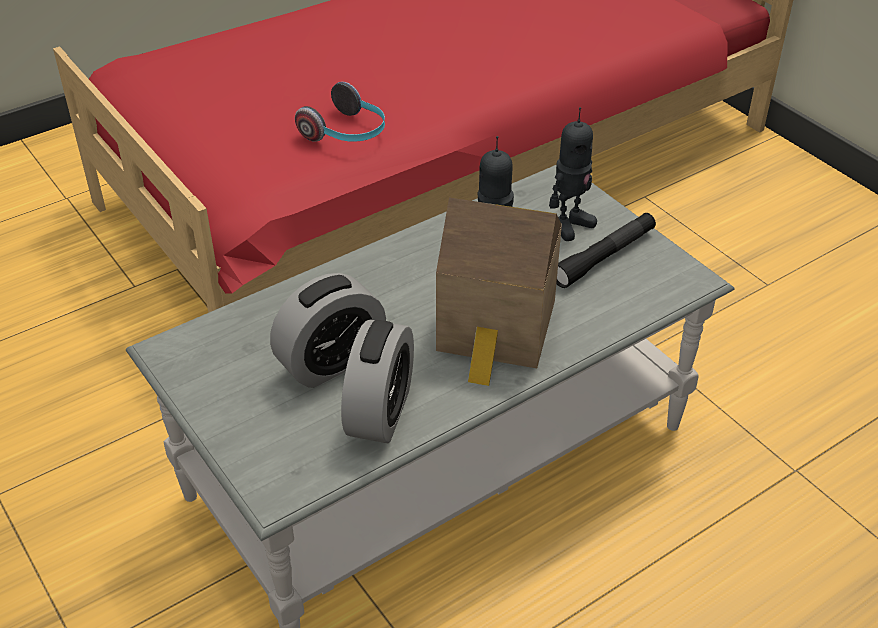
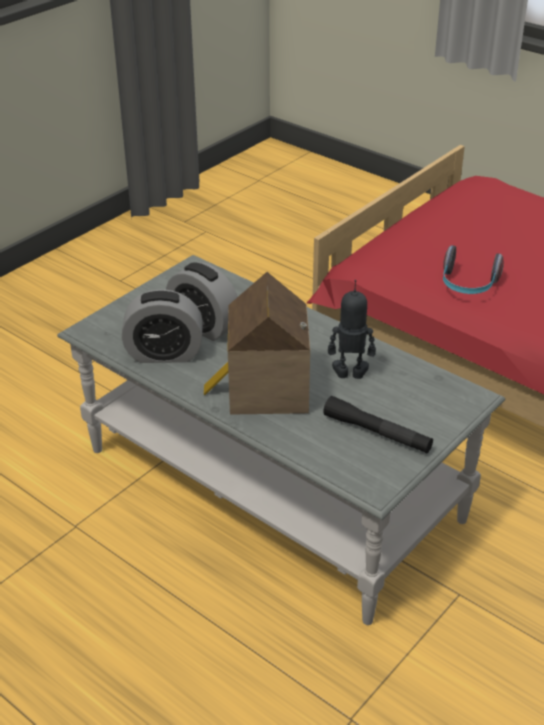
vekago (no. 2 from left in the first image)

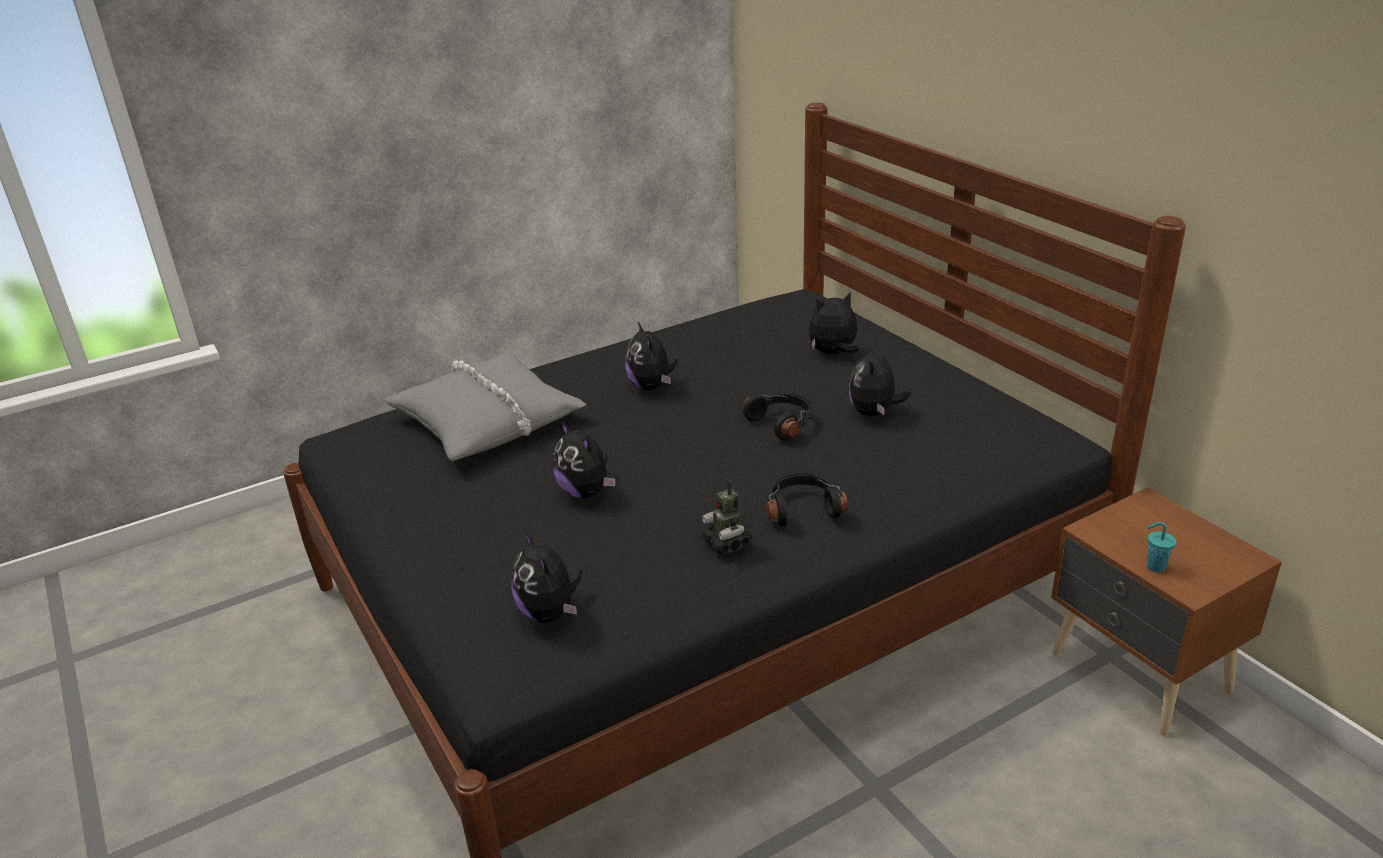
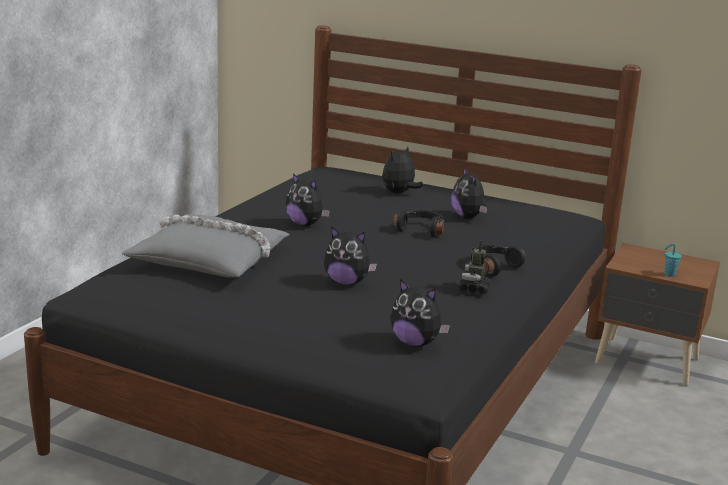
vekago

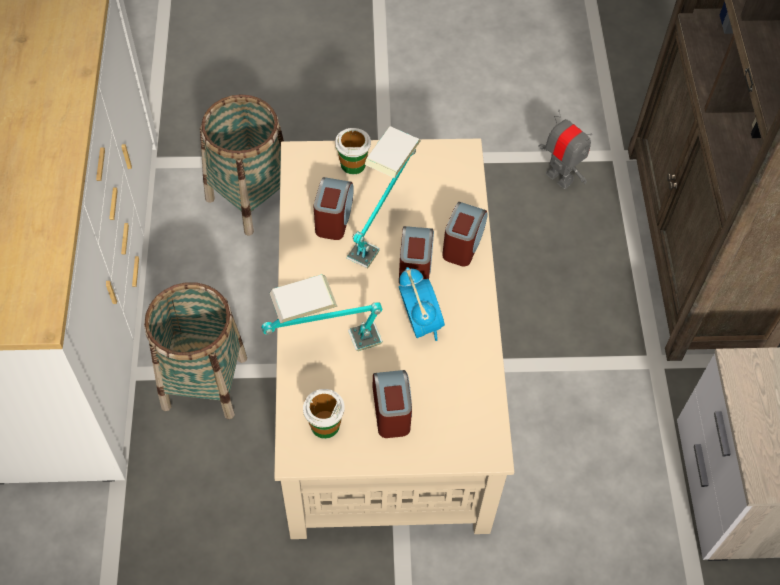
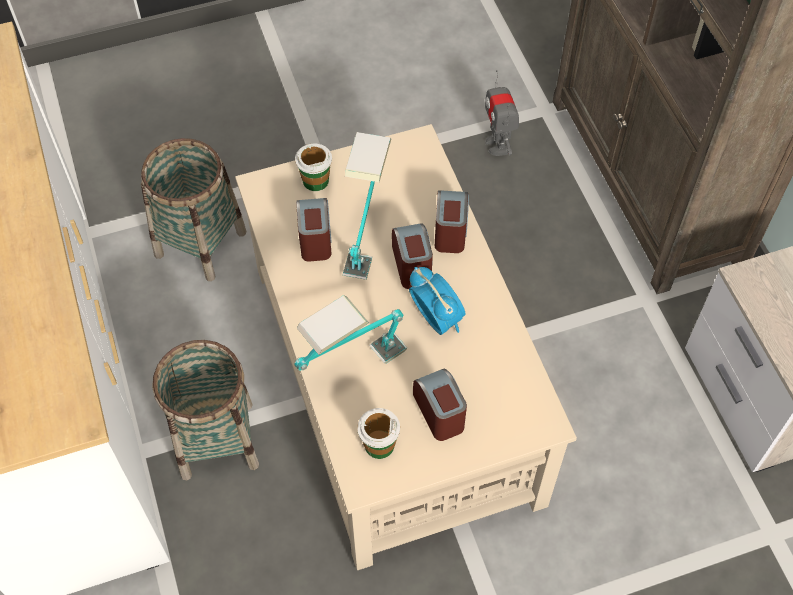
vekago

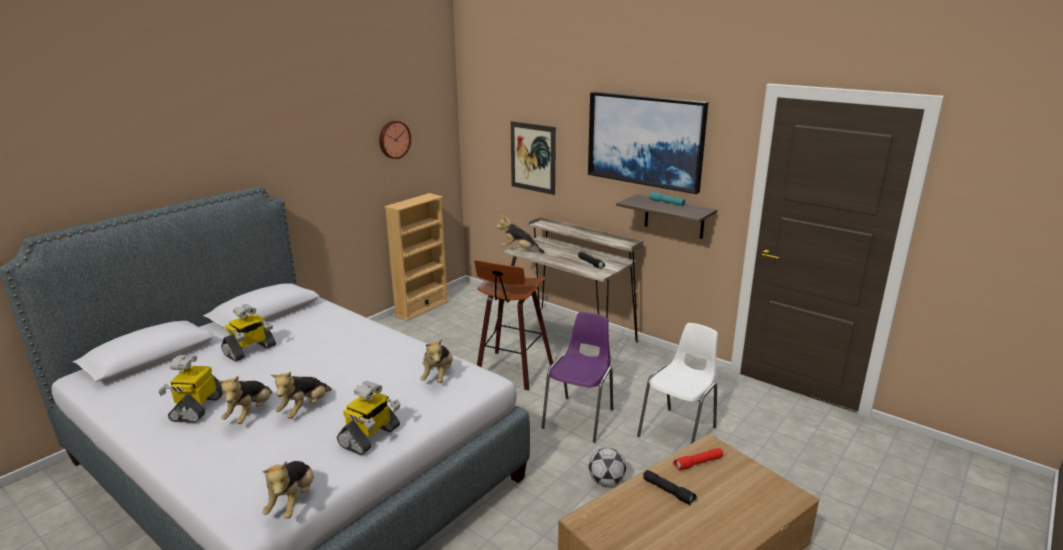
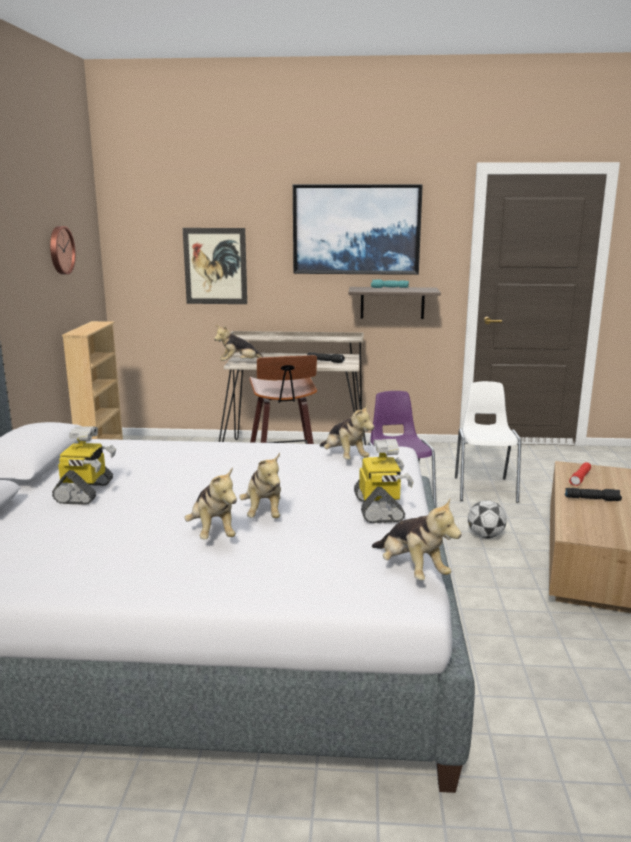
vekago (no. 1 from left in the first image)

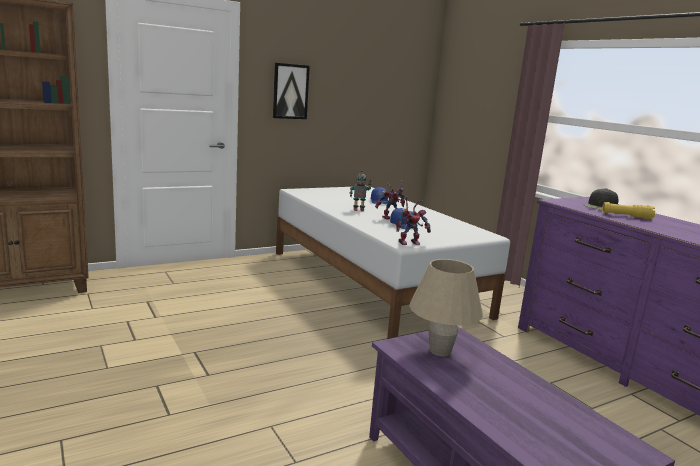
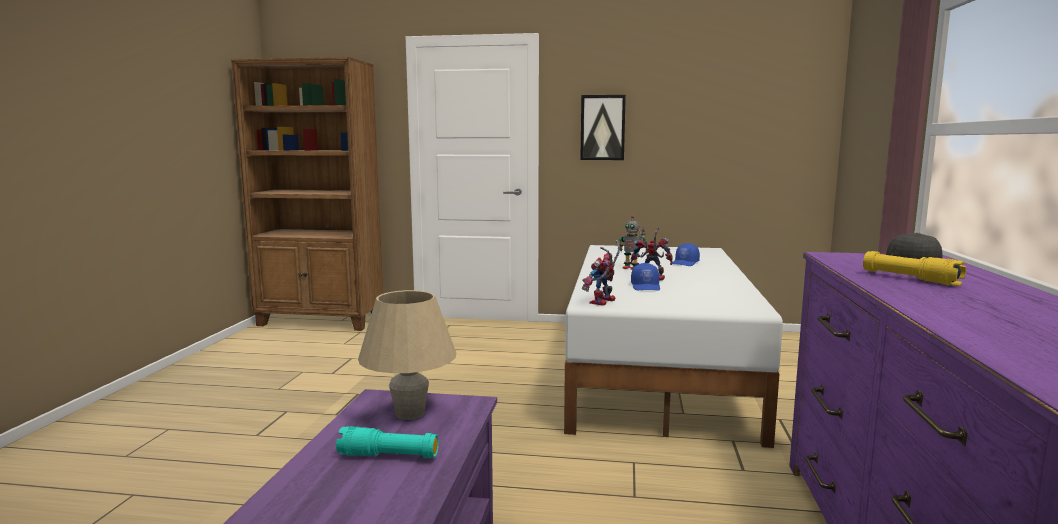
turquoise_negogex; vekago (no. 1 from left)

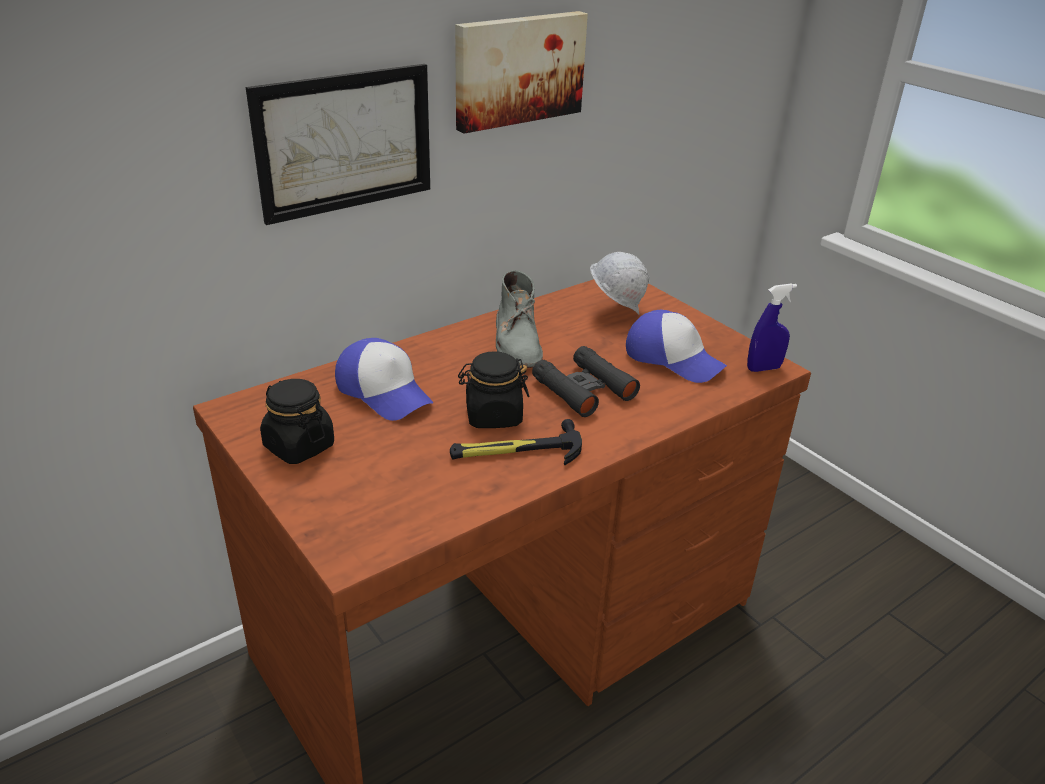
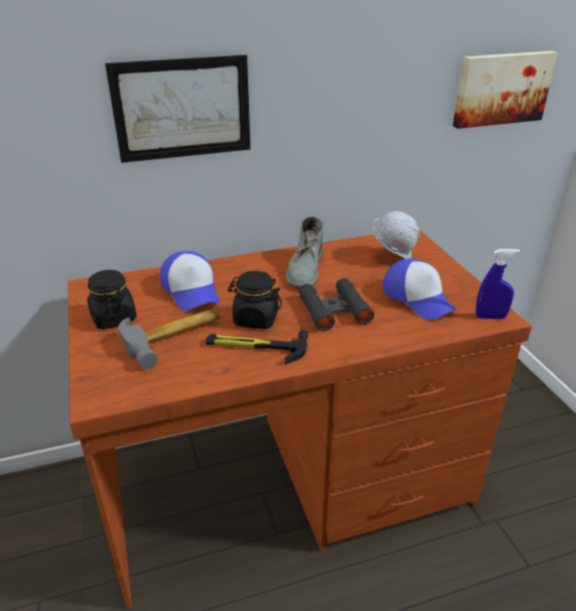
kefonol (no. 1 from left); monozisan (no. 2 from left)

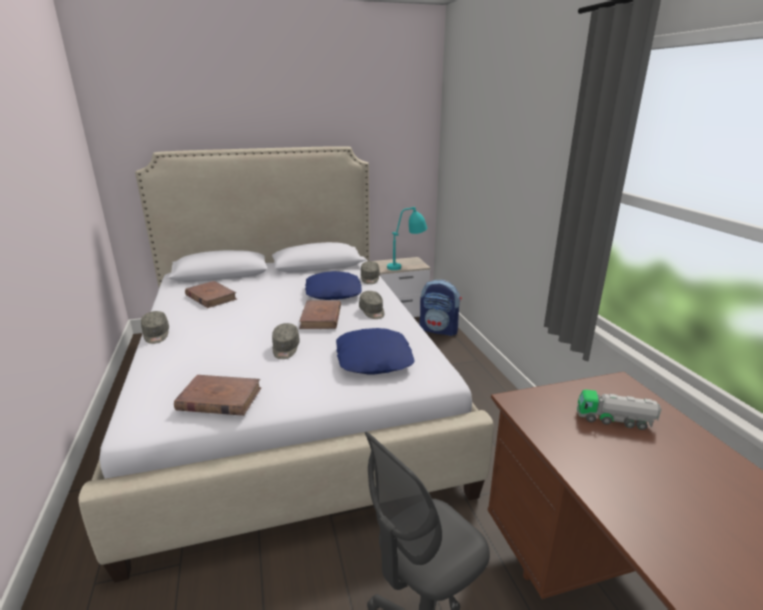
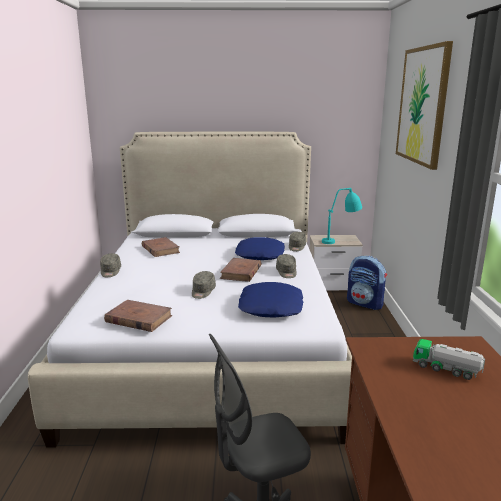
monozisan

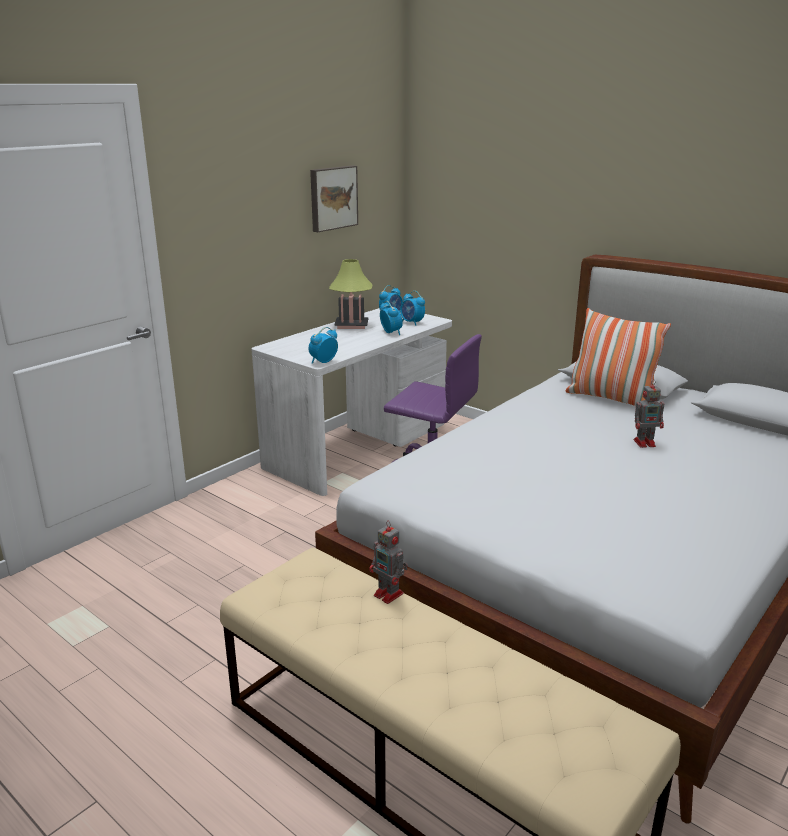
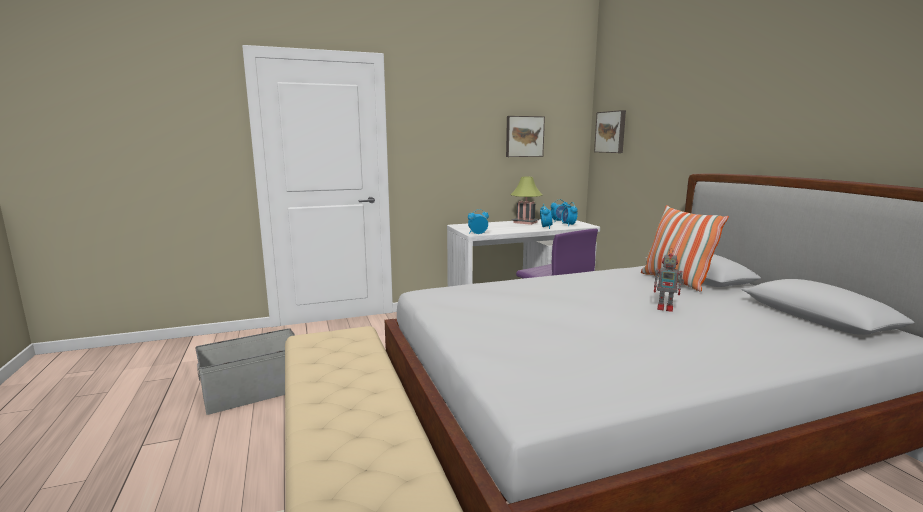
vekago (no. 1 from left in the first image); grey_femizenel; monozisan (no. 2 from left)

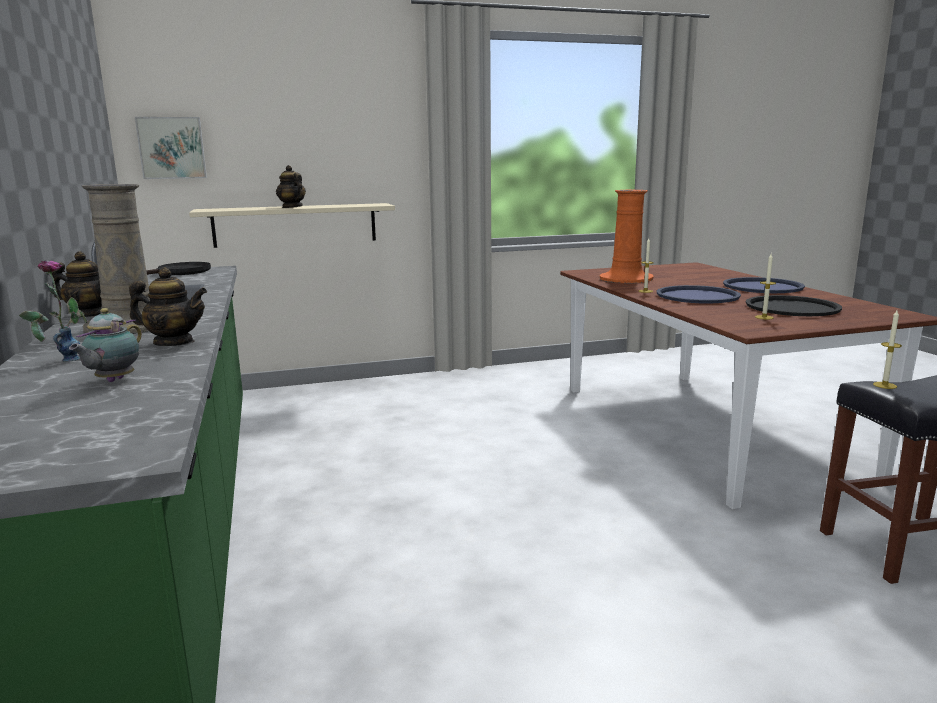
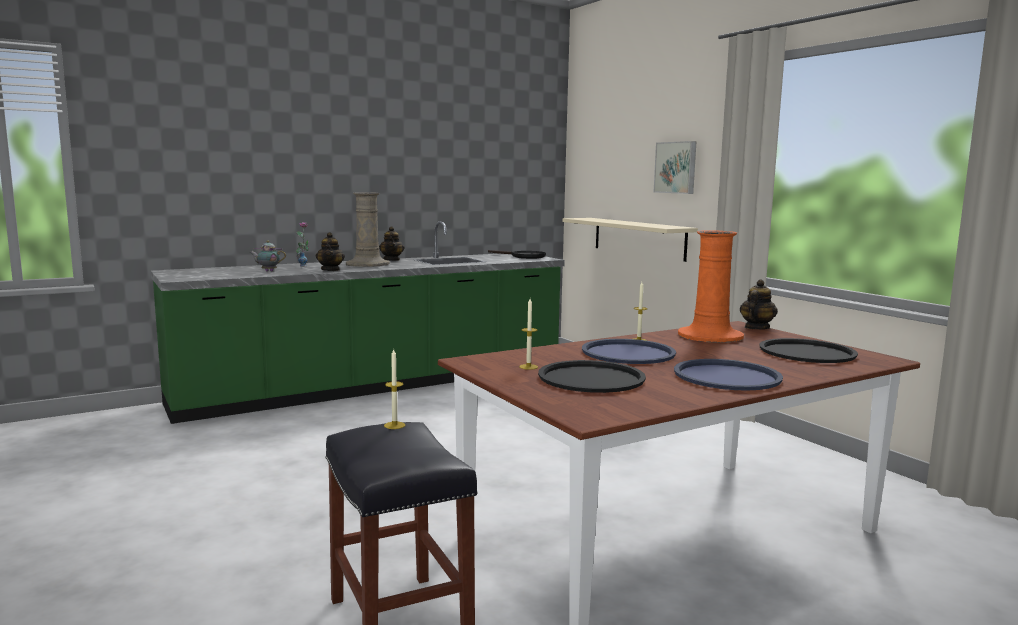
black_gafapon (no. 2 from left); monozisan; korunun (no. 4 from left)

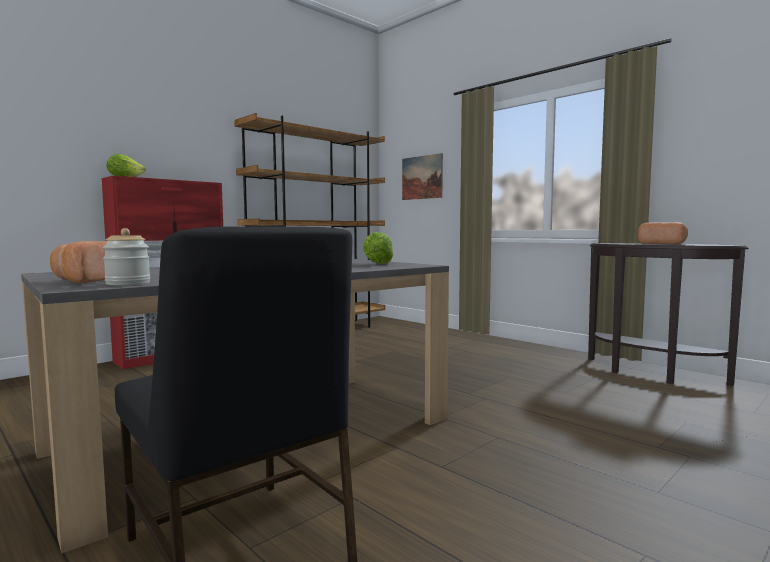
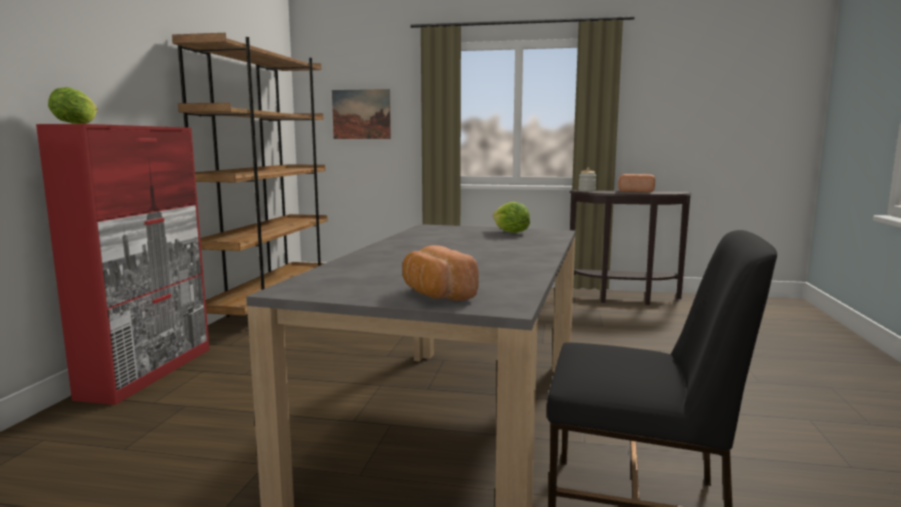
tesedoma

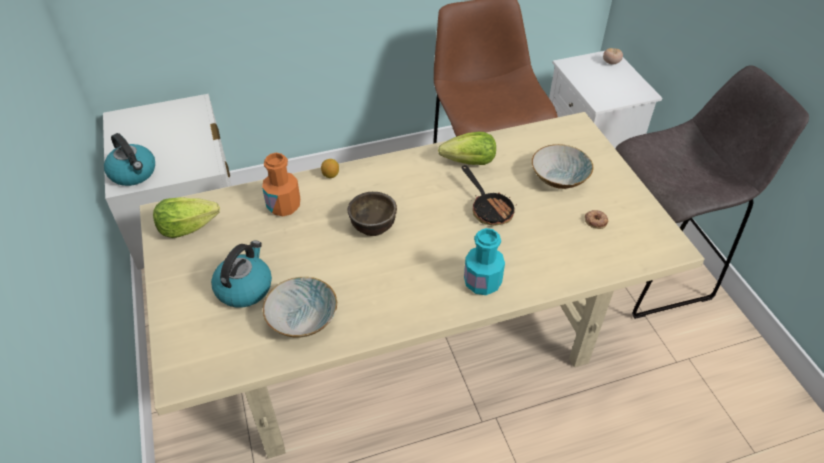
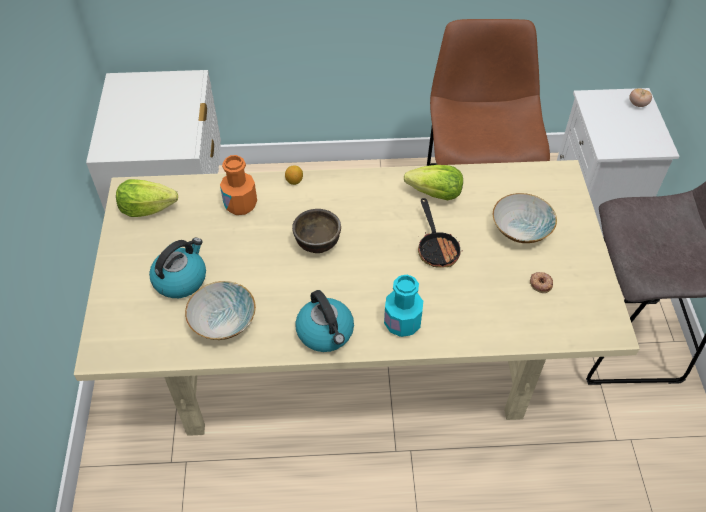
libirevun (no. 2 from left)

